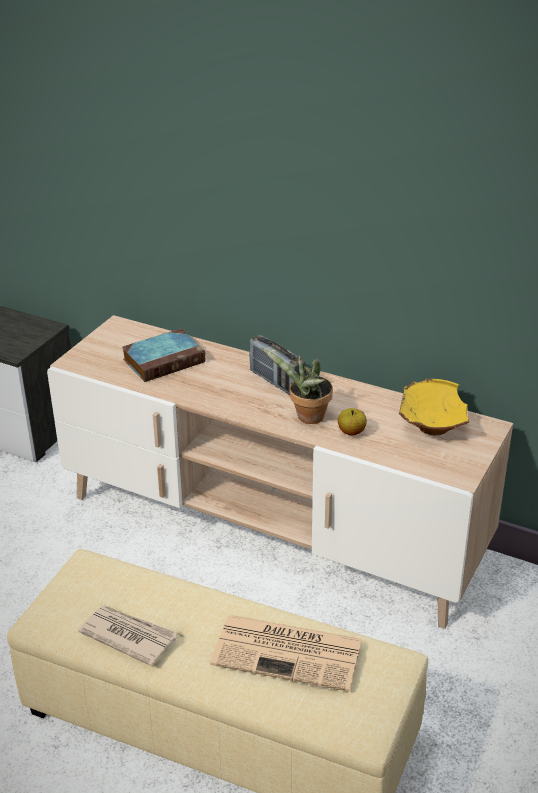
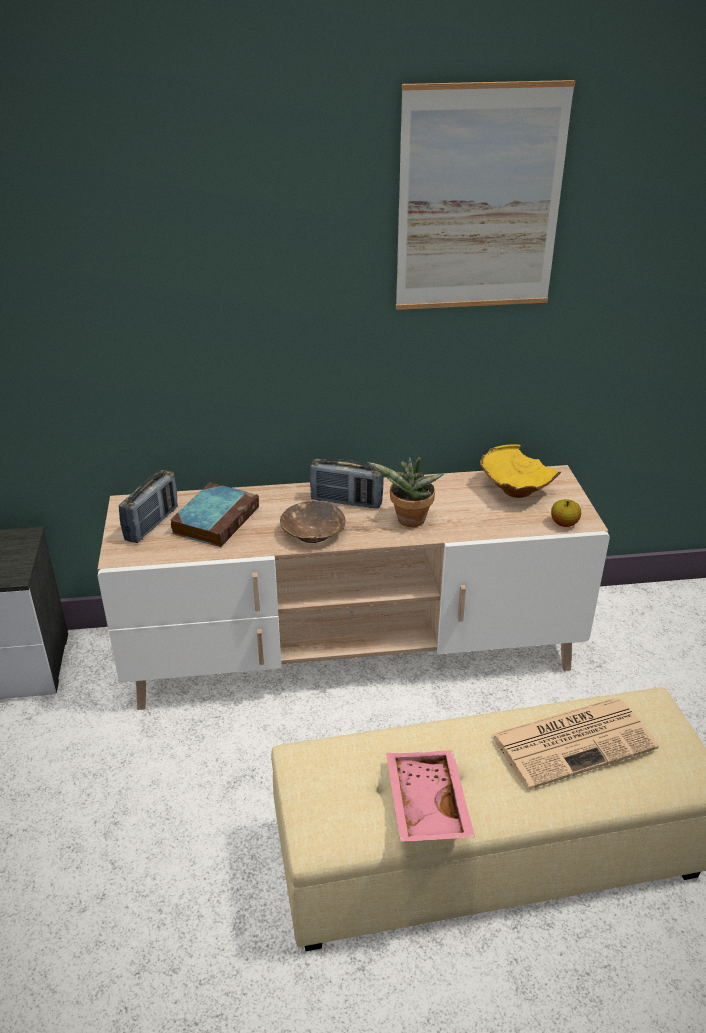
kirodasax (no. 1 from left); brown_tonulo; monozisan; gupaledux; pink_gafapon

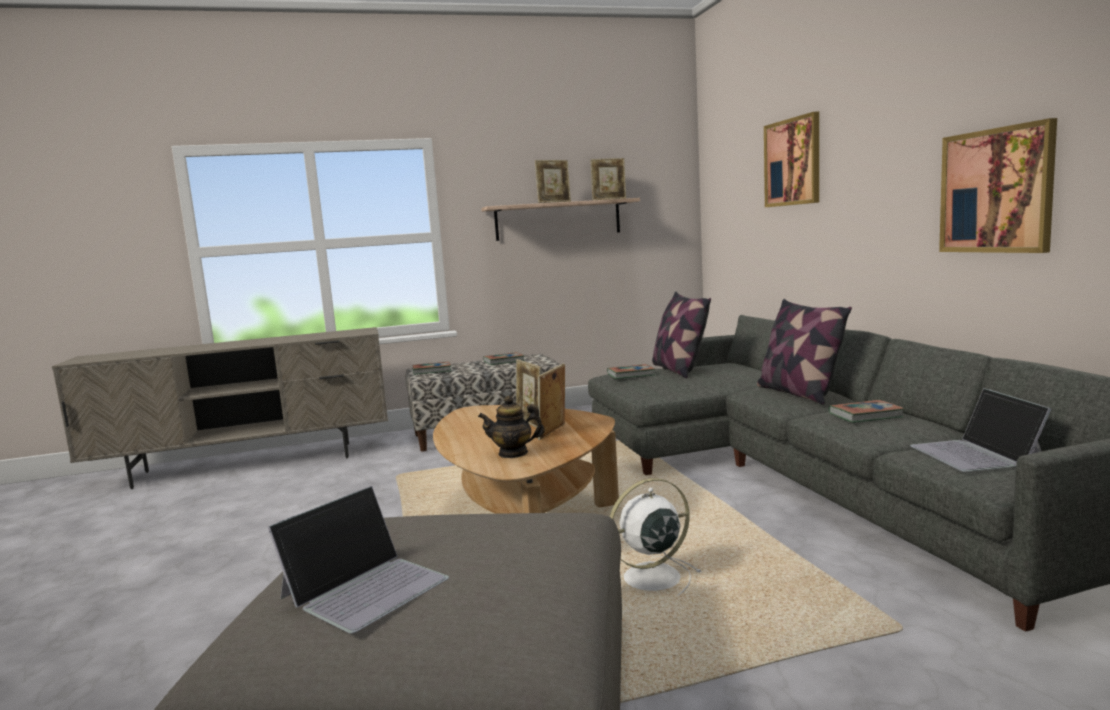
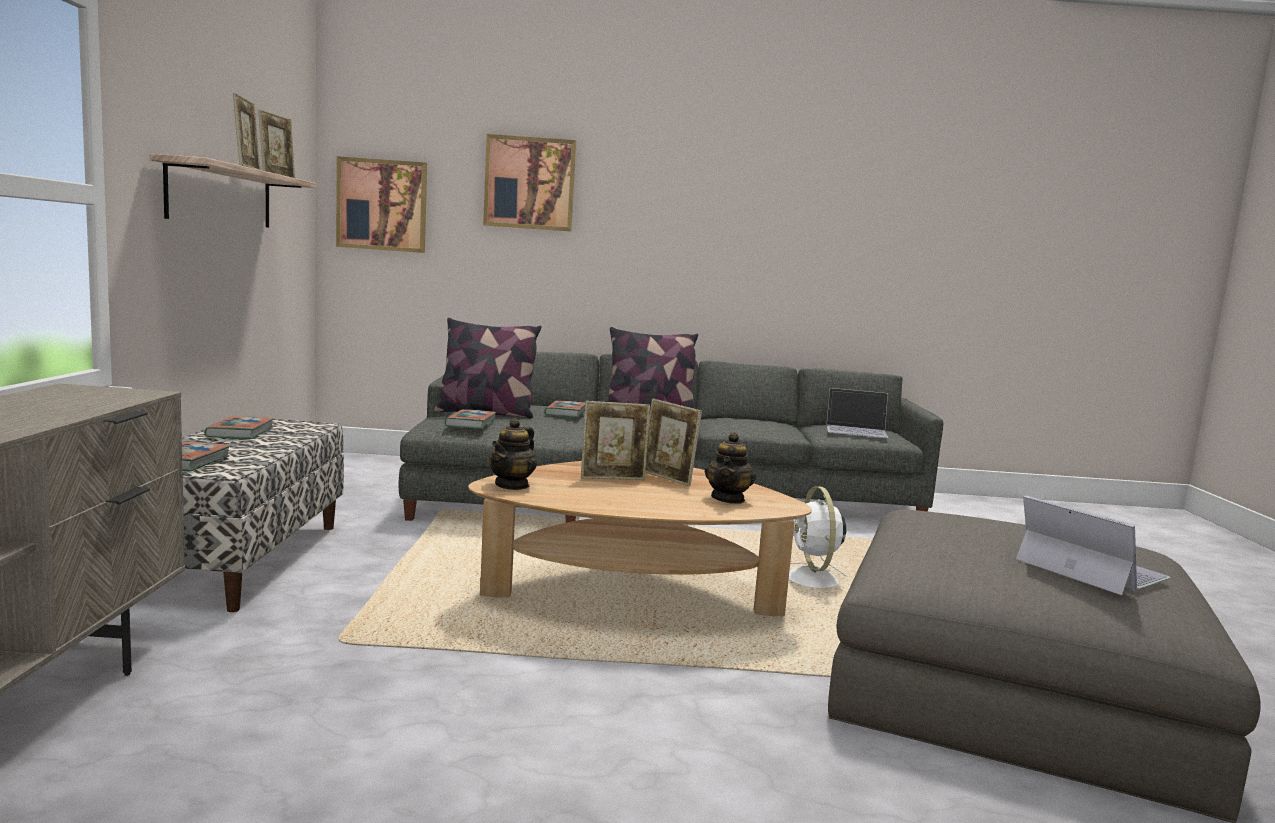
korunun (no. 1 from left); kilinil (no. 4 from left); monozisan (no. 1 from left)

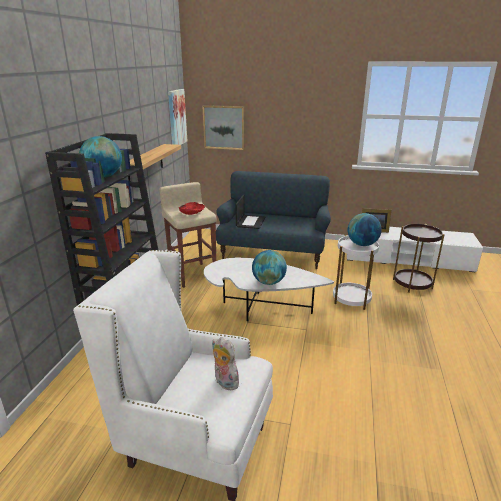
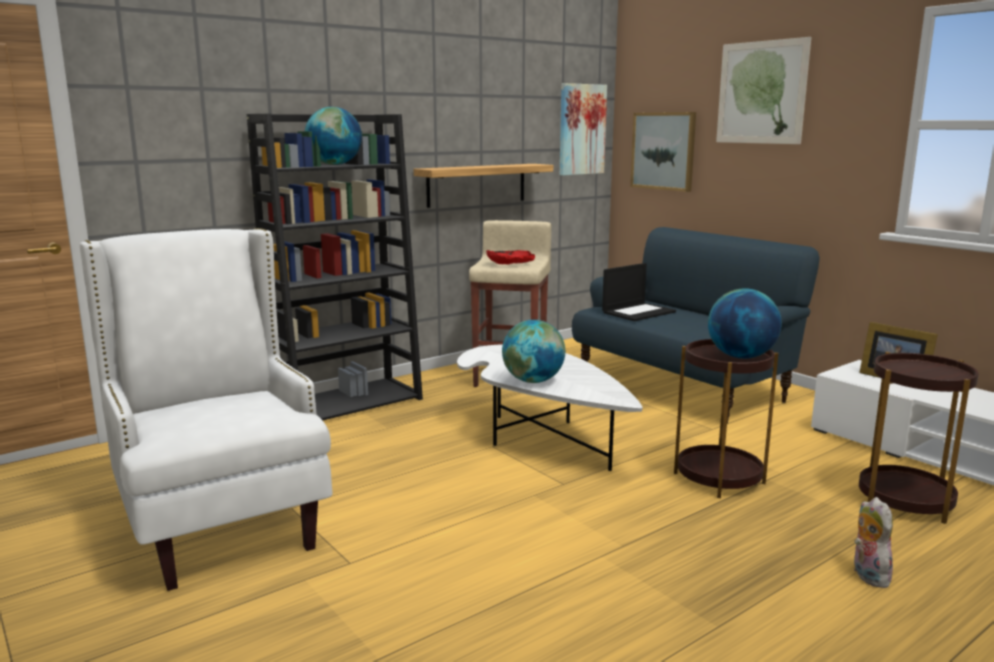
monozisan (no. 3 from left); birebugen; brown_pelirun (no. 1 from left)

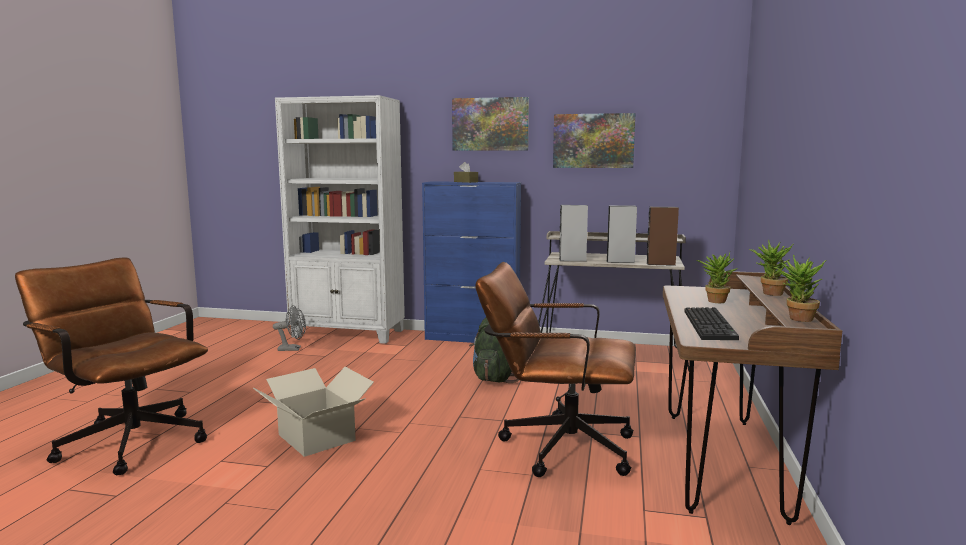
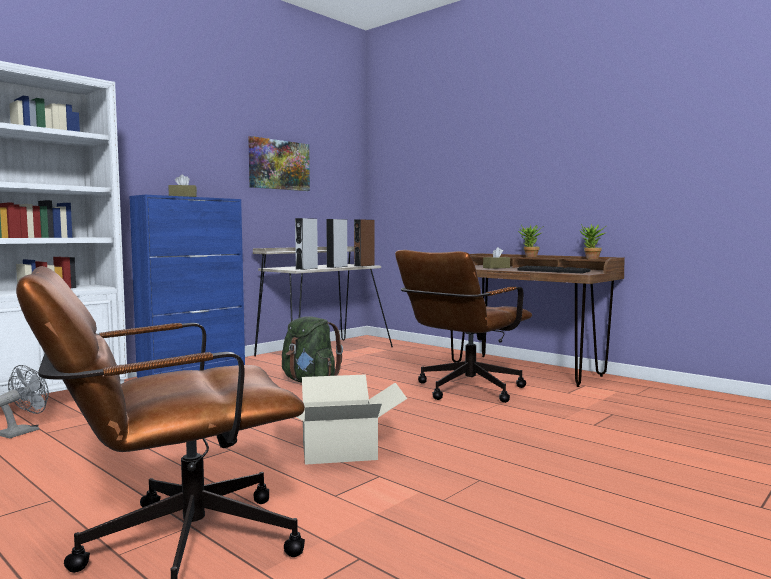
monozisan (no. 1 from left in the first image); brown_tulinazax (no. 2 from left)

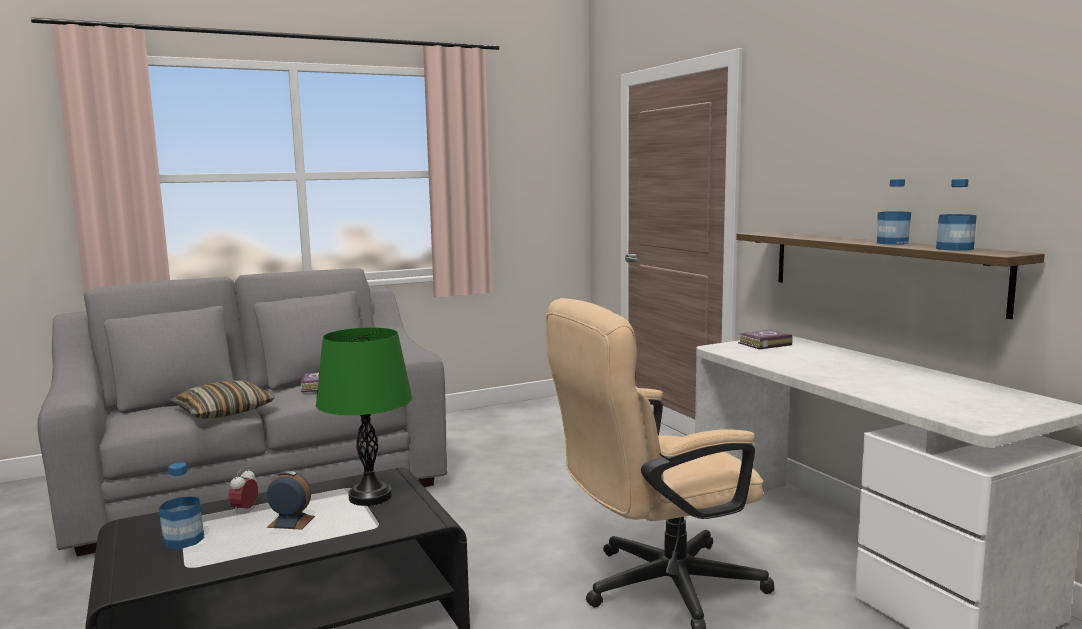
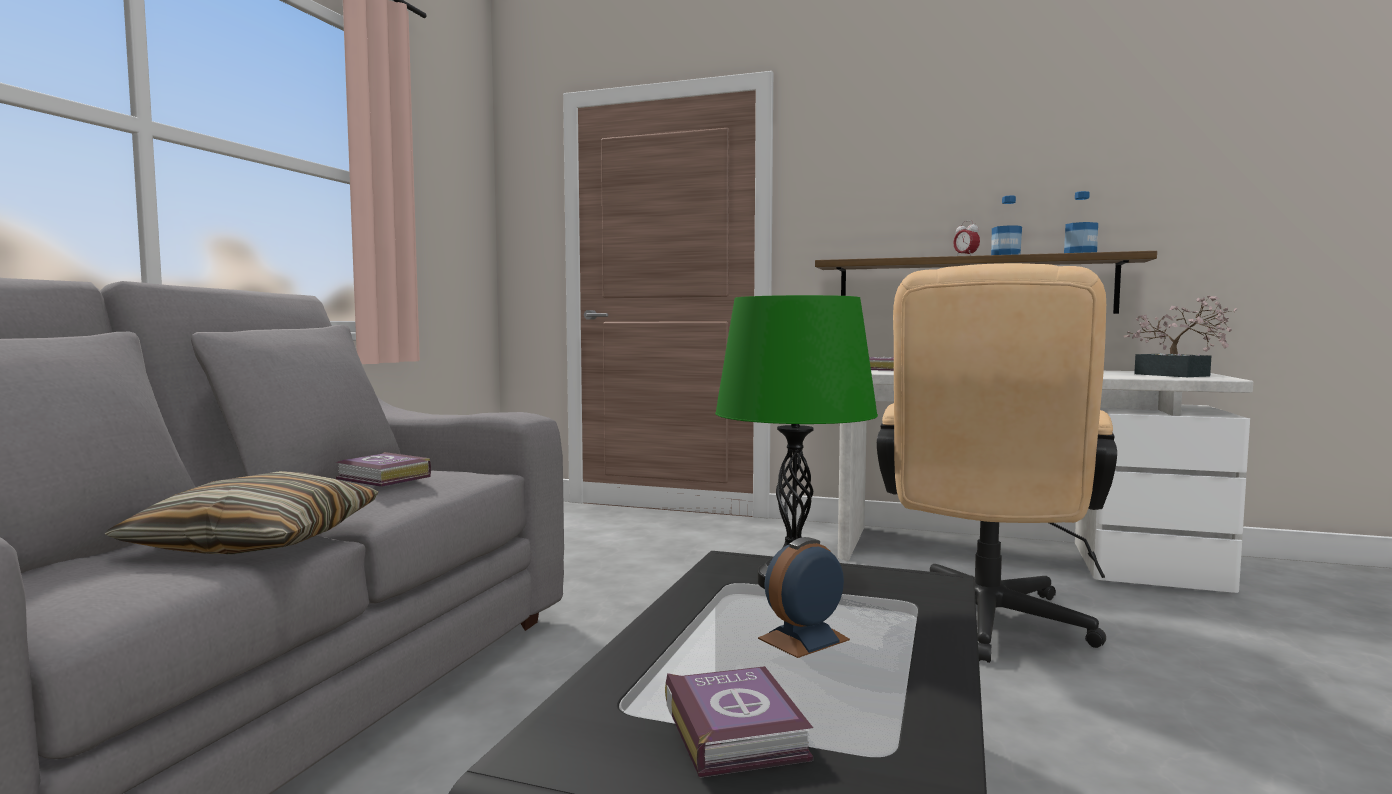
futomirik; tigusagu (no. 2 from left); kilinil (no. 2 from left)

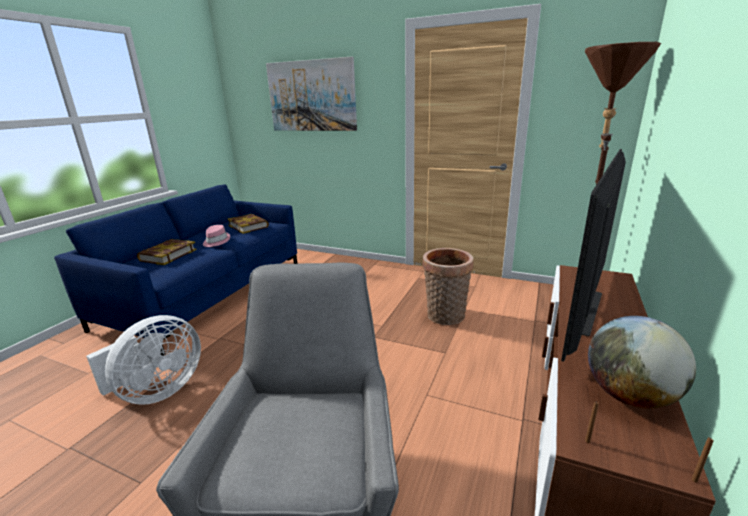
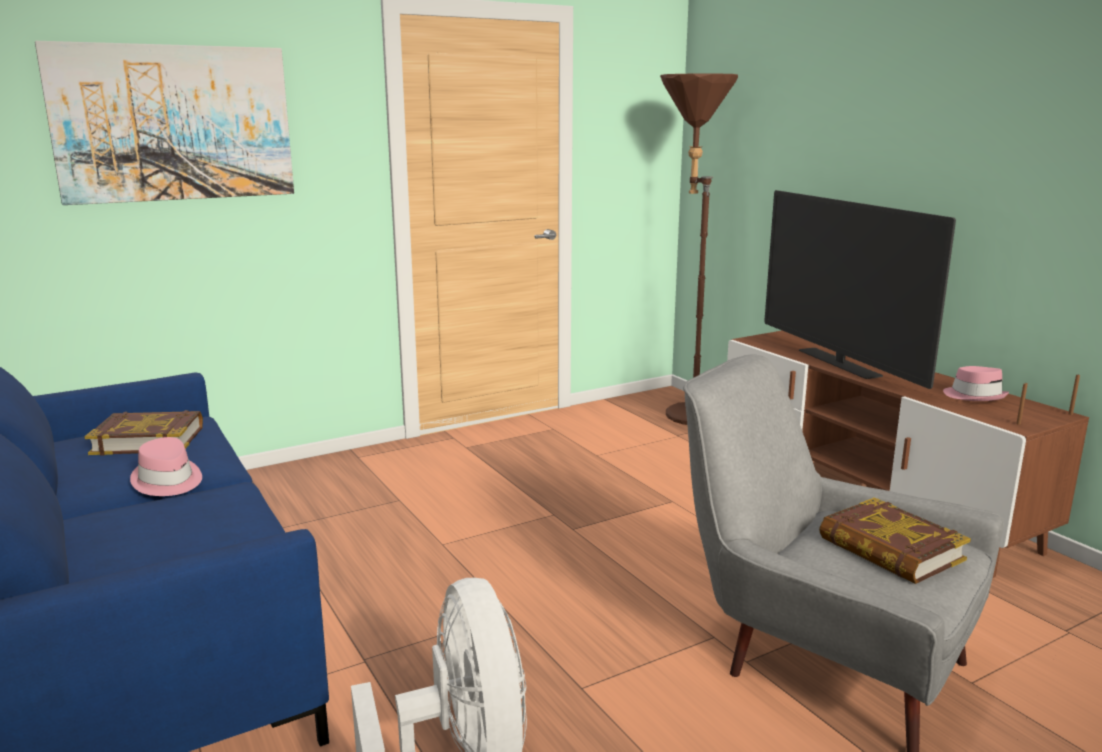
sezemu; kilinil (no. 2 from left); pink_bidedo (no. 2 from left)

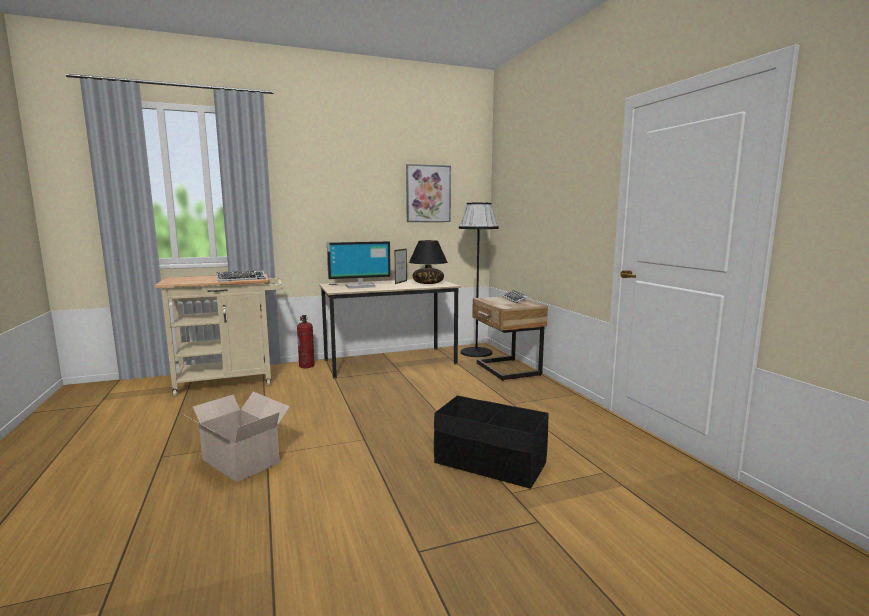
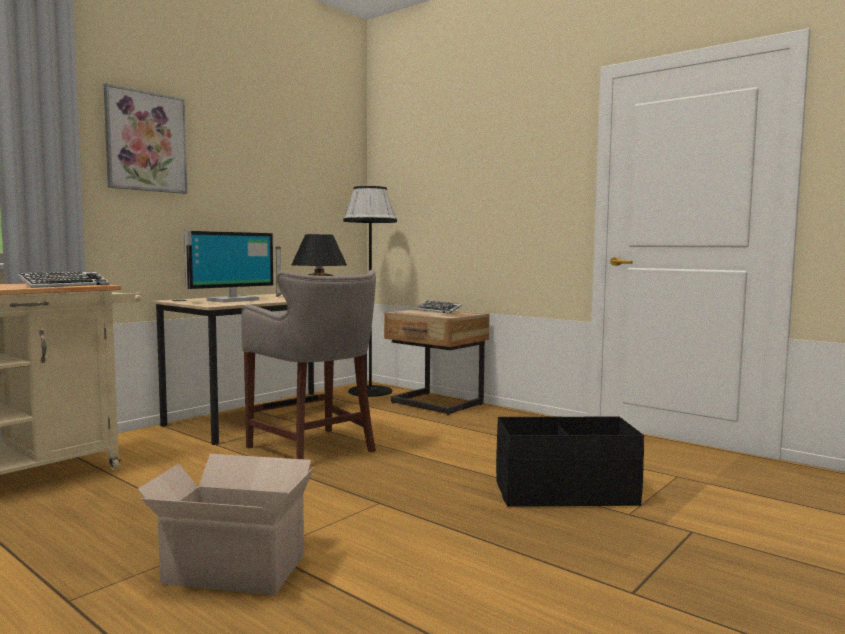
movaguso; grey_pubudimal; monozisan

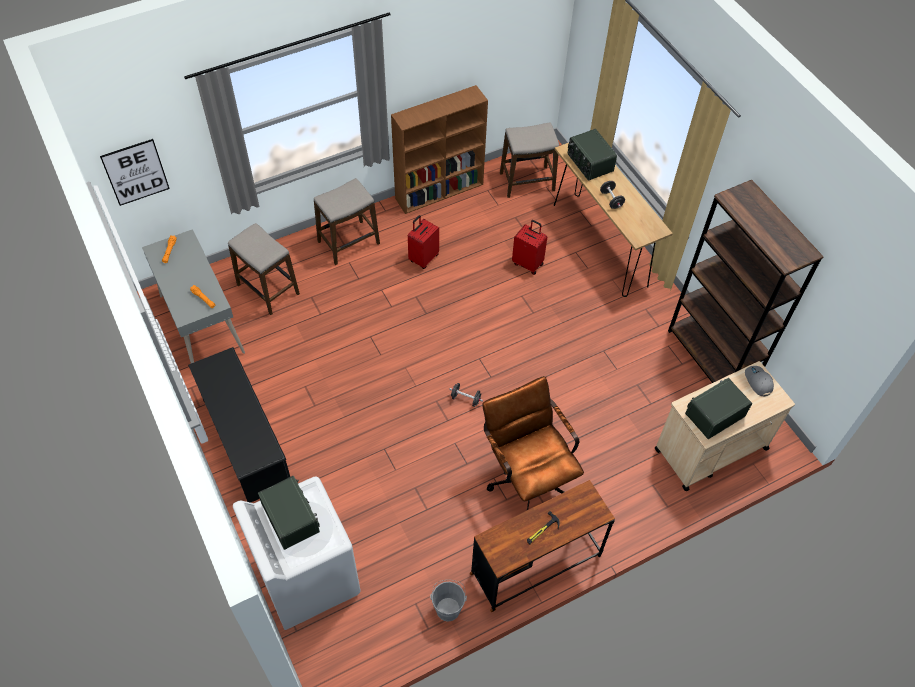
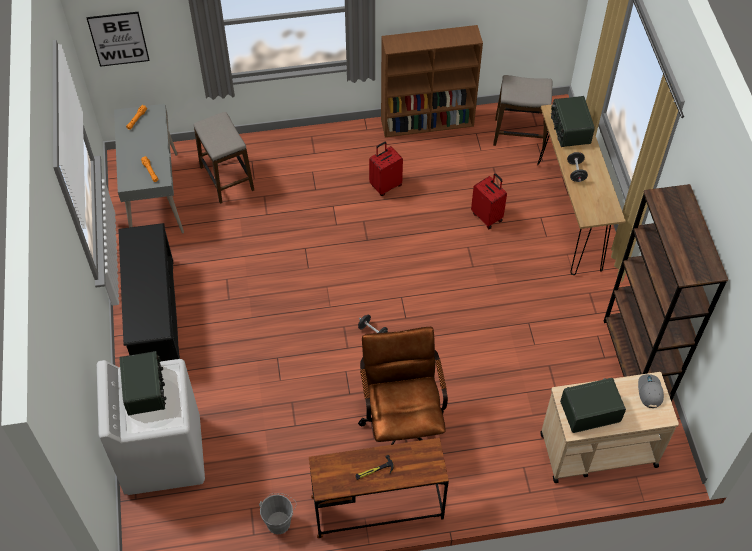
pubudimal (no. 2 from left in the first image)

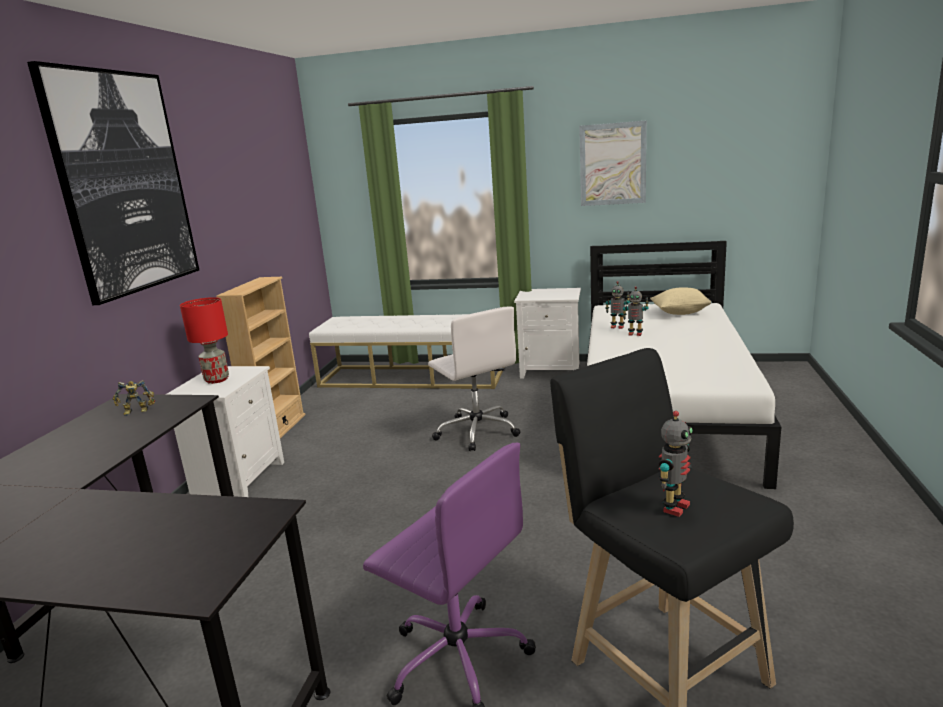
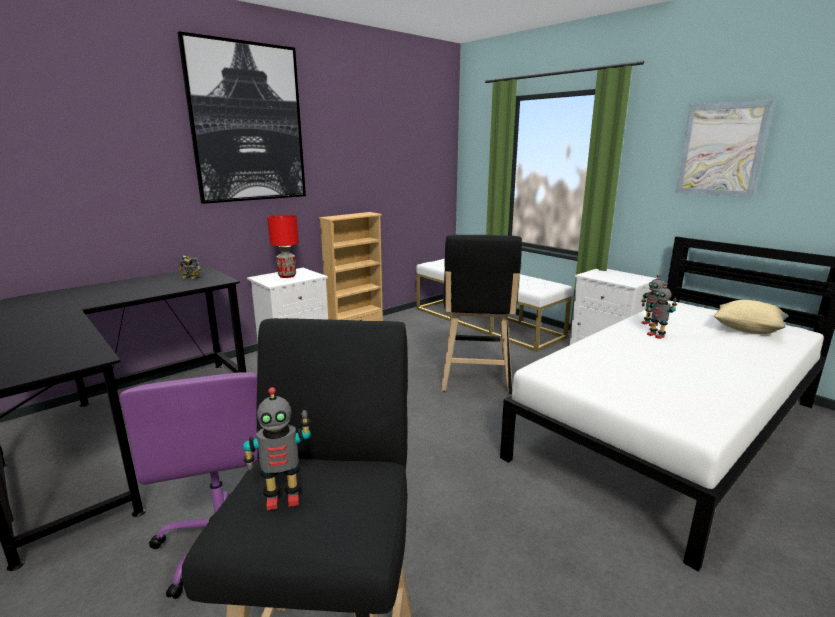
black_pubudimal (no. 2 from left)

